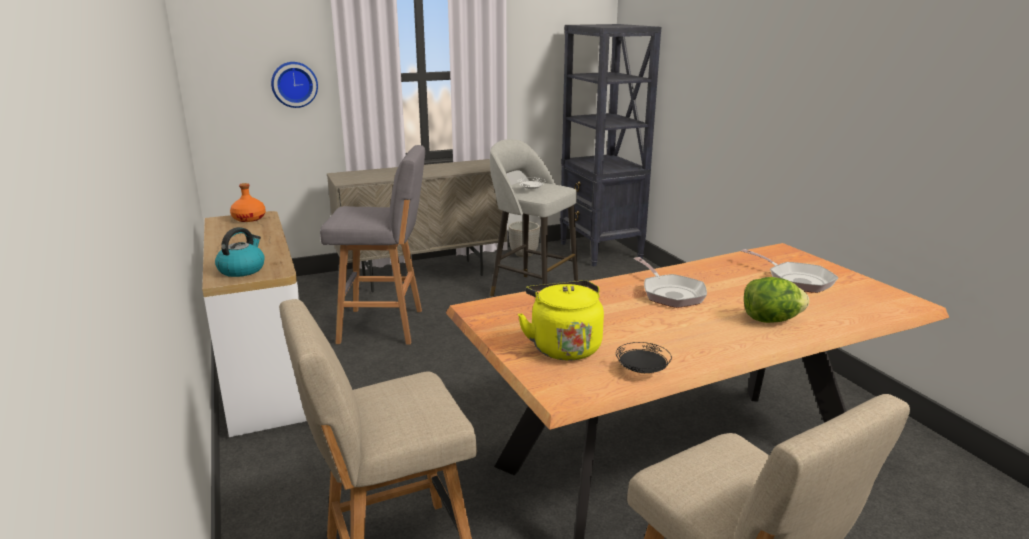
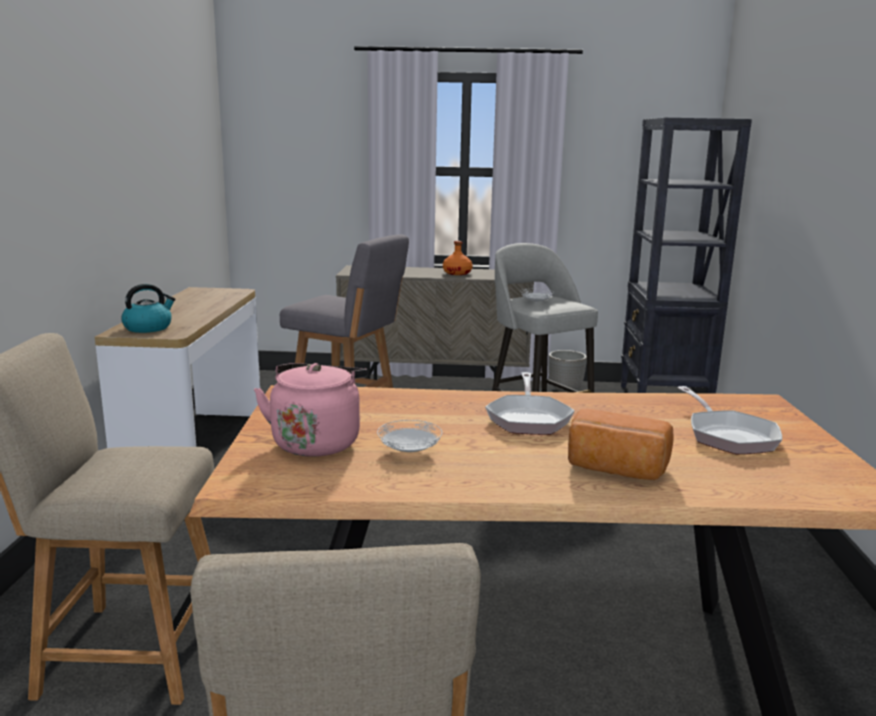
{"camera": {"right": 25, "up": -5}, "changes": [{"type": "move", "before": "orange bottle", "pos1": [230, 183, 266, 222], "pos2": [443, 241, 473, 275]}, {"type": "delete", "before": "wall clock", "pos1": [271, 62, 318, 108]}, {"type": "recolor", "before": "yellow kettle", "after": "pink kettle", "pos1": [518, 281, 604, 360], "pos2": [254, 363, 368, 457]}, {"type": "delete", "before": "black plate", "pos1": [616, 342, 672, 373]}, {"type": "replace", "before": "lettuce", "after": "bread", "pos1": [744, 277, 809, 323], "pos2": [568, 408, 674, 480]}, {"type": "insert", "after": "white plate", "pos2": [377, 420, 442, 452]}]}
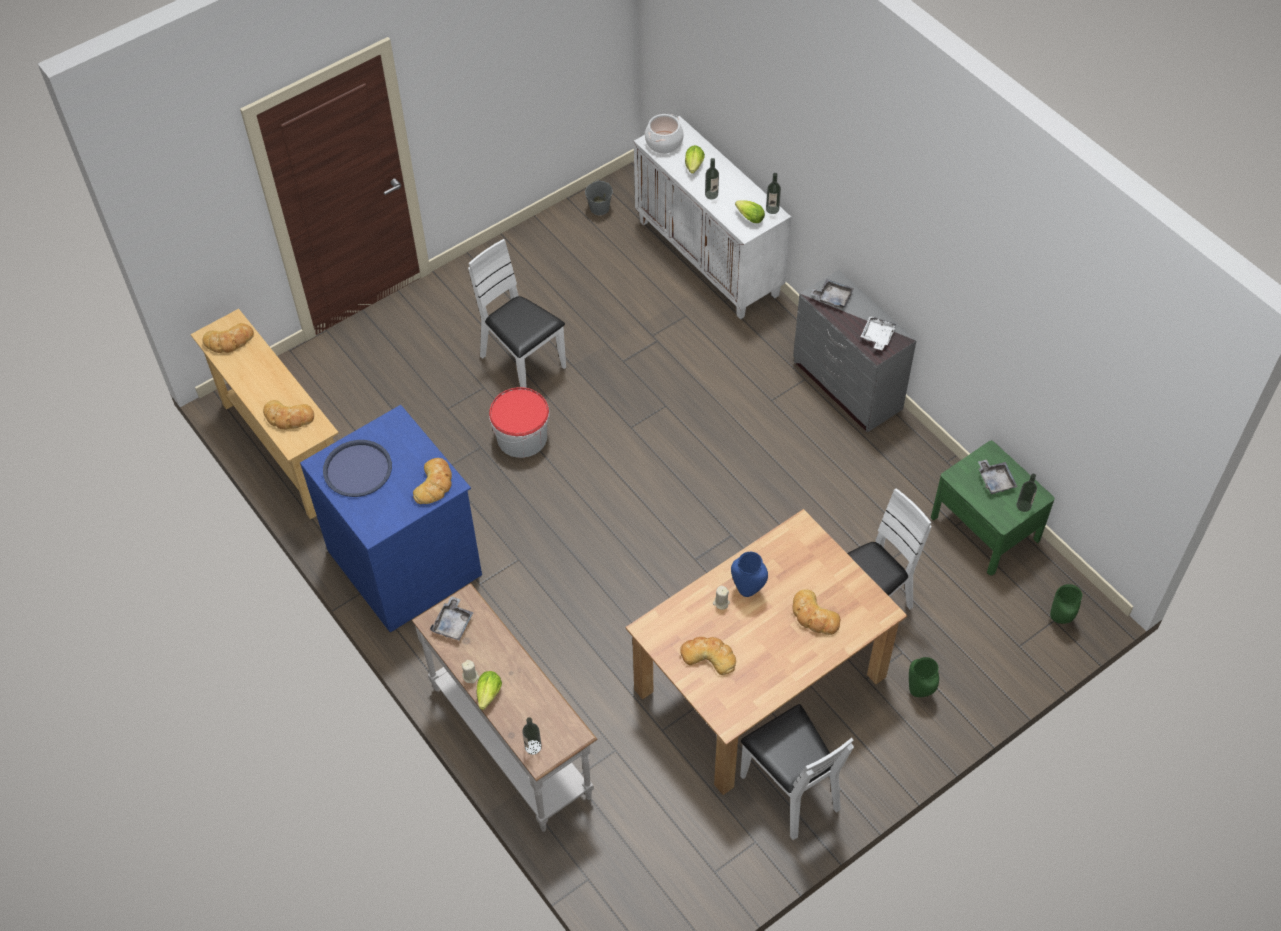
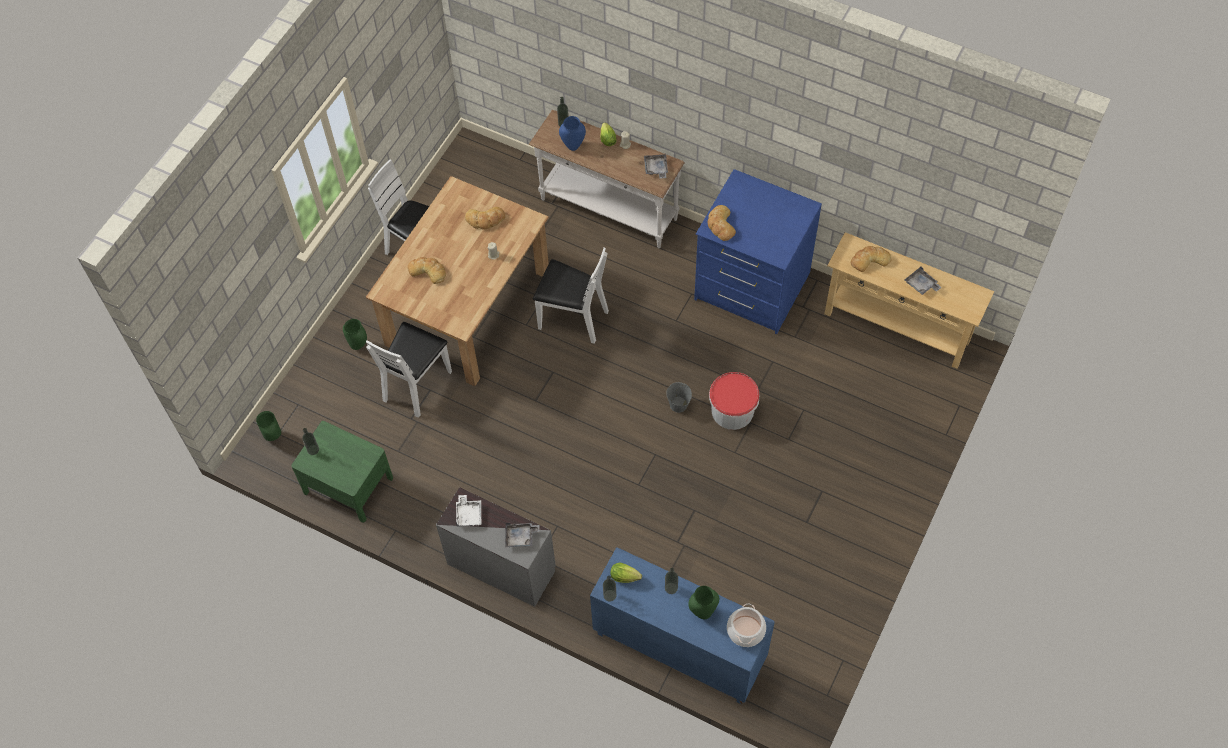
{"camera": {"right": 155, "up": 5}, "changes": [{"type": "delete", "before": "bread", "pos1": [202, 323, 254, 353]}, {"type": "delete", "before": "blue tray", "pos1": [323, 440, 392, 497]}, {"type": "move", "before": "white chair", "pos1": [468, 239, 566, 388], "pos2": [533, 248, 609, 344]}, {"type": "move", "before": "grey bucket", "pos1": [585, 179, 613, 215], "pos2": [666, 382, 692, 413]}, {"type": "recolor", "before": "white cabinet", "after": "blue cabinet", "pos1": [634, 116, 791, 319], "pos2": [590, 547, 775, 704]}, {"type": "replace", "before": "lettuce", "after": "green vase", "pos1": [685, 145, 705, 174], "pos2": [688, 586, 719, 619]}, {"type": "move", "before": "blue vase", "pos1": [731, 552, 768, 597], "pos2": [559, 116, 586, 151]}, {"type": "move", "before": "grey tray", "pos1": [978, 459, 1017, 494], "pos2": [905, 266, 942, 295]}]}
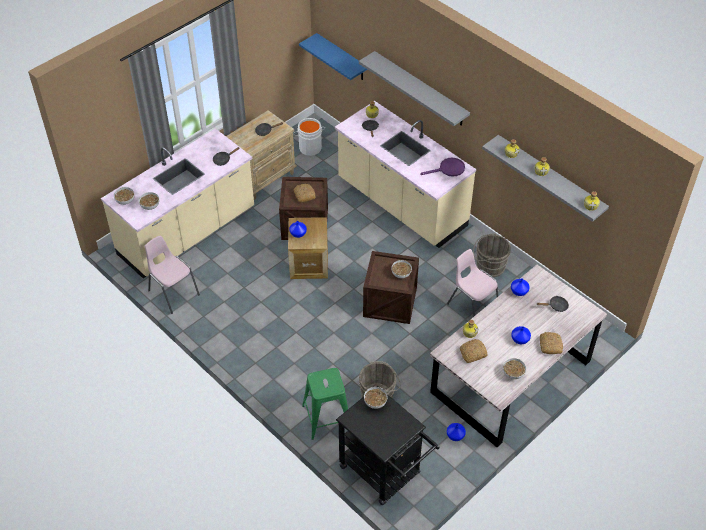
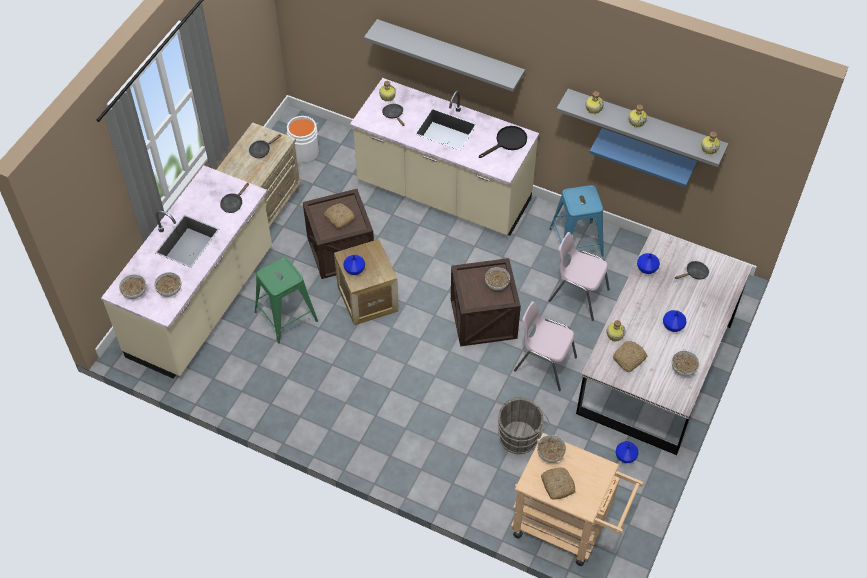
{"camera": {"right": -20, "up": 5}, "changes": [{"type": "move", "before": "pink chair", "pos1": [145, 235, 200, 314], "pos2": [514, 301, 577, 391]}, {"type": "move", "before": "blue shelf", "pos1": [299, 33, 367, 80], "pos2": [589, 128, 697, 187]}, {"type": "move", "before": "green stool", "pos1": [302, 368, 348, 440], "pos2": [255, 257, 318, 343]}, {"type": "recolor", "before": "black cart", "after": "beige cart", "pos1": [336, 386, 440, 505], "pos2": [511, 433, 644, 566]}, {"type": "recolor", "before": "purple frying pan", "after": "black frying pan", "pos1": [420, 158, 465, 177], "pos2": [479, 126, 527, 158]}, {"type": "replace", "before": "grey bucket", "after": "blue stool", "pos1": [473, 233, 511, 277], "pos2": [549, 185, 604, 257]}, {"type": "move", "before": "bread", "pos1": [540, 332, 563, 354], "pos2": [541, 468, 576, 500]}]}
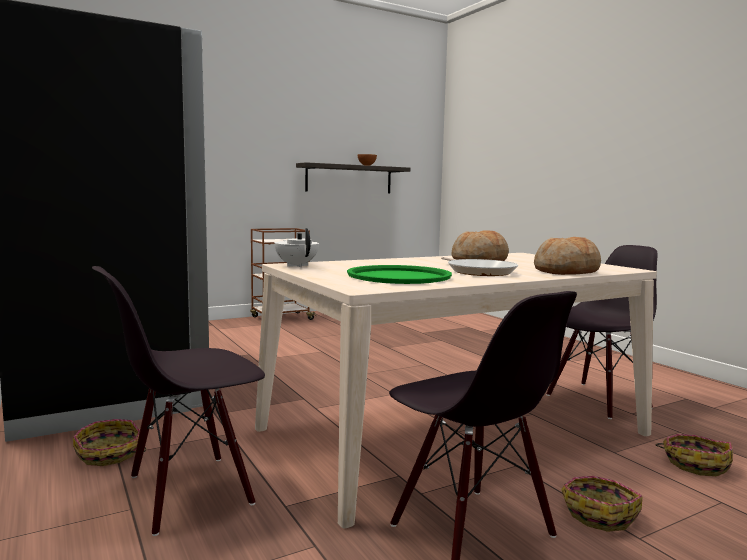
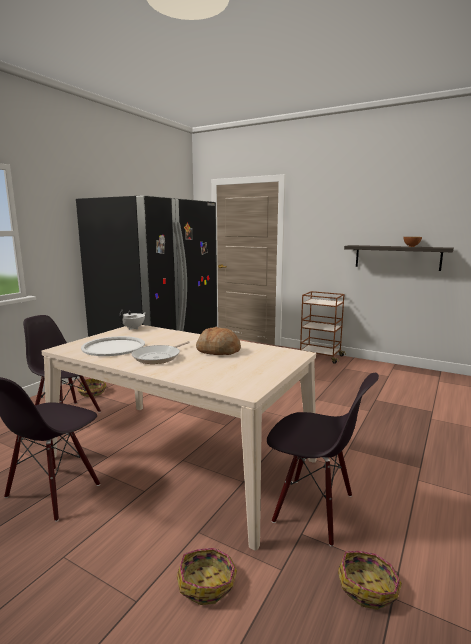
{"camera": {"right": 60, "up": 5}, "changes": [{"type": "recolor", "before": "green tray", "after": "white tray", "pos1": [347, 265, 452, 284], "pos2": [81, 336, 145, 356]}, {"type": "delete", "before": "bread", "pos1": [534, 237, 601, 275]}, {"type": "move", "before": "basket", "pos1": [561, 476, 643, 532], "pos2": [338, 551, 402, 610]}]}
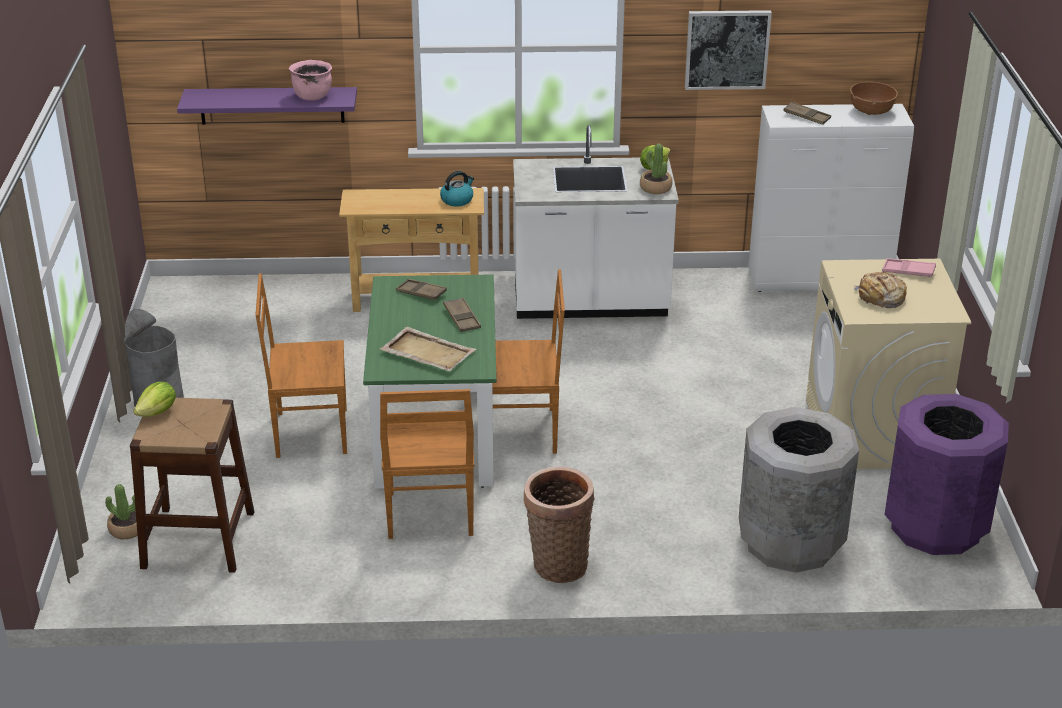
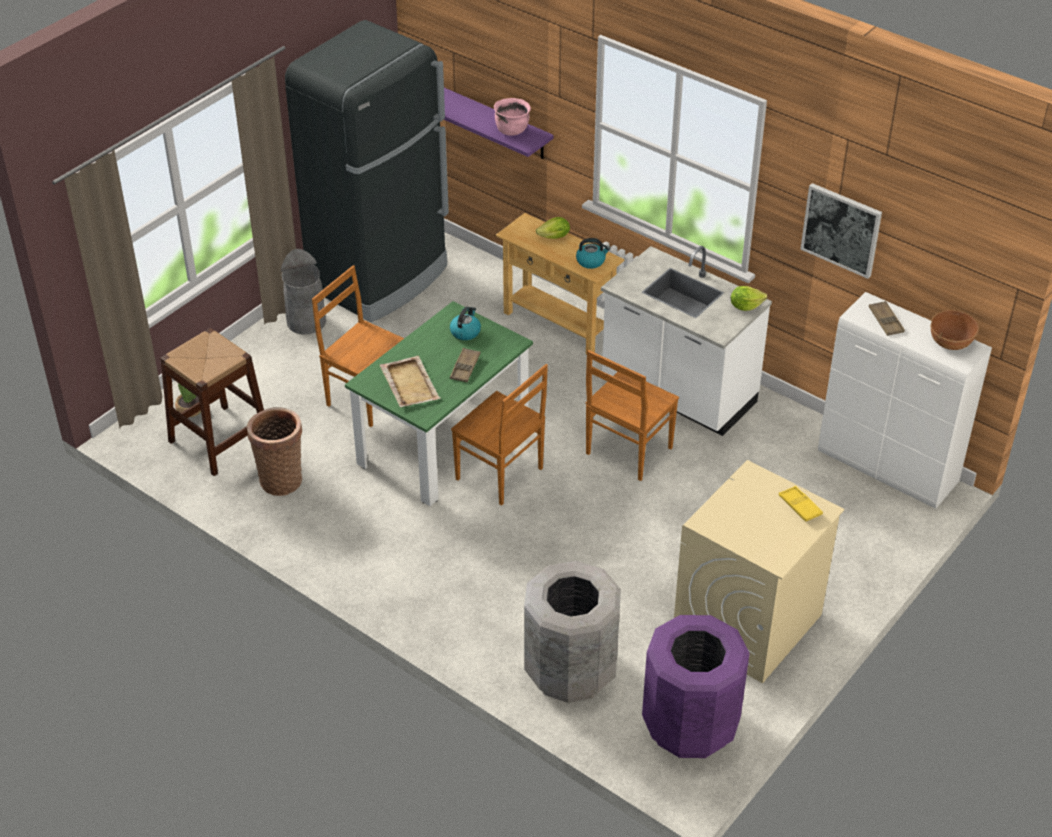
{"camera": {"right": 40, "up": 10}, "changes": [{"type": "move", "before": "lettuce", "pos1": [133, 382, 176, 417], "pos2": [536, 217, 570, 239]}, {"type": "move", "before": "brown chair", "pos1": [380, 389, 474, 539], "pos2": [586, 350, 679, 481]}, {"type": "replace", "before": "brown tray", "after": "kettle", "pos1": [396, 279, 447, 300], "pos2": [450, 307, 481, 340]}, {"type": "move", "before": "basket", "pos1": [524, 466, 595, 583], "pos2": [247, 407, 302, 496]}, {"type": "delete", "before": "potted plant", "pos1": [640, 144, 672, 194]}, {"type": "delete", "before": "bread", "pos1": [854, 271, 907, 308]}, {"type": "recolor", "before": "pink tray", "after": "yellow tray", "pos1": [882, 258, 936, 277], "pos2": [779, 486, 823, 522]}, {"type": "insert", "after": "black fridge", "pos2": [285, 20, 449, 322]}]}
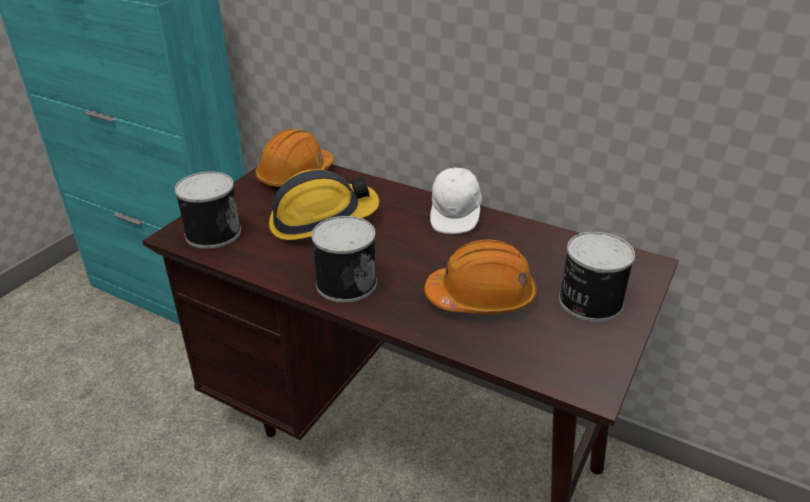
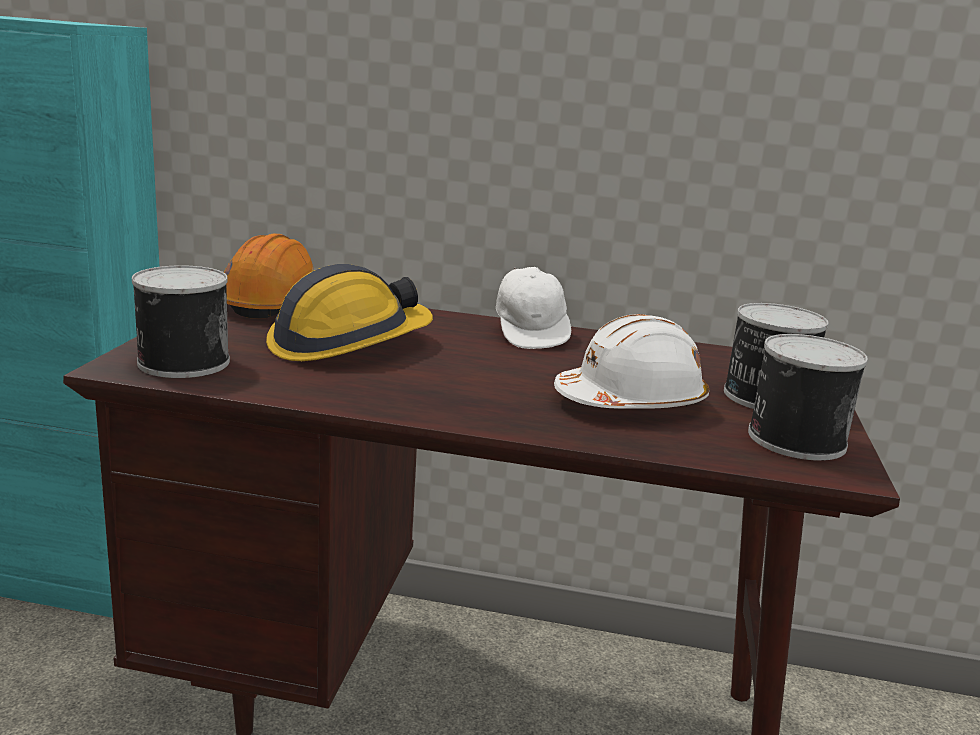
{"camera": {"right": -20, "up": -15}, "changes": [{"type": "move", "before": "can", "pos1": [311, 216, 377, 303], "pos2": [748, 334, 868, 461]}, {"type": "recolor", "before": "orange hard hat", "after": "white hard hat", "pos1": [424, 239, 537, 314], "pos2": [554, 314, 709, 409]}]}
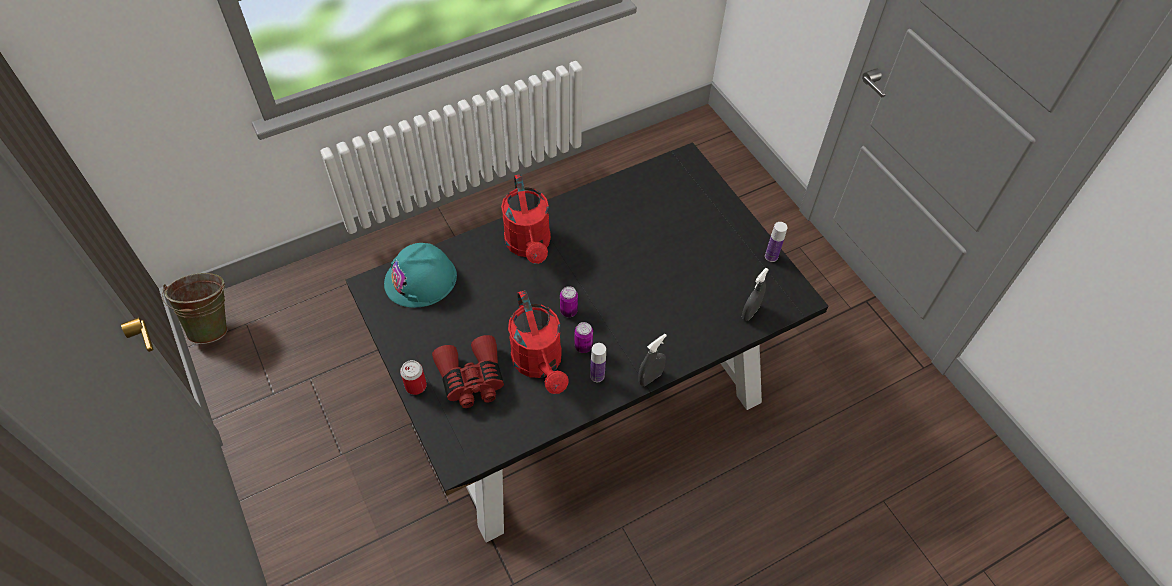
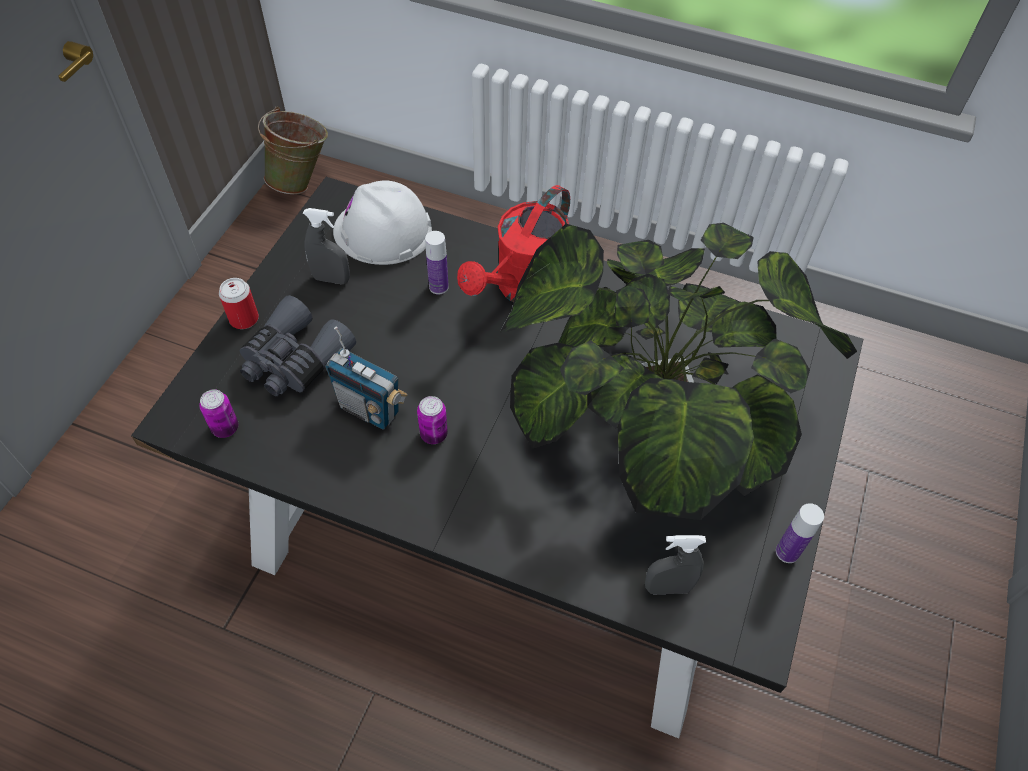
{"camera": {"right": 50, "up": 0}, "changes": [{"type": "recolor", "before": "turquoise hard hat", "after": "white hard hat", "pos1": [384, 243, 457, 308], "pos2": [333, 180, 432, 265]}, {"type": "recolor", "before": "red binoculars", "after": "grey binoculars", "pos1": [432, 335, 504, 408], "pos2": [240, 295, 356, 396]}, {"type": "replace", "before": "red watering can", "after": "radio", "pos1": [508, 290, 569, 394], "pos2": [325, 327, 408, 430]}, {"type": "move", "before": "can", "pos1": [560, 286, 578, 317], "pos2": [199, 389, 238, 438]}, {"type": "move", "before": "bottle", "pos1": [590, 343, 606, 382], "pos2": [425, 231, 449, 294]}, {"type": "move", "before": "grey spray bottle", "pos1": [638, 334, 667, 386], "pos2": [303, 208, 350, 284]}, {"type": "insert", "after": "potted plant", "pos2": [500, 223, 857, 520]}]}
